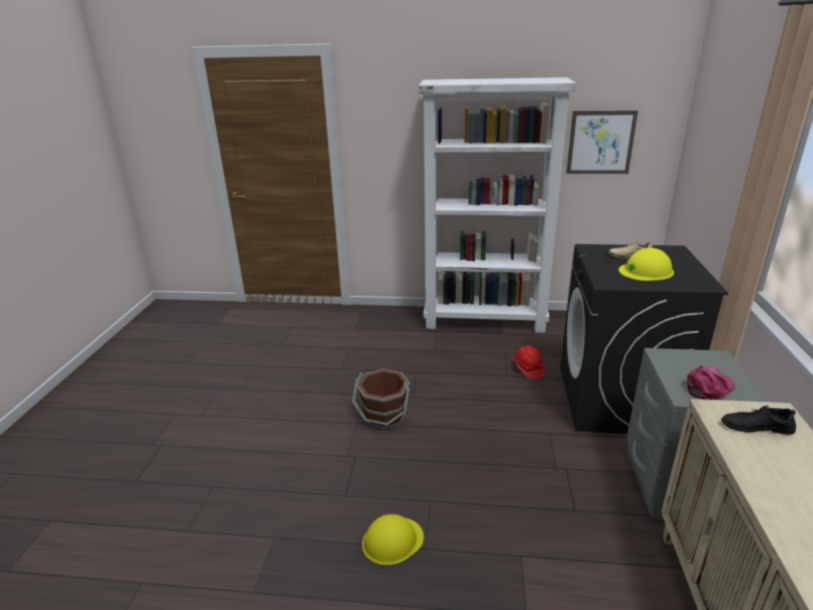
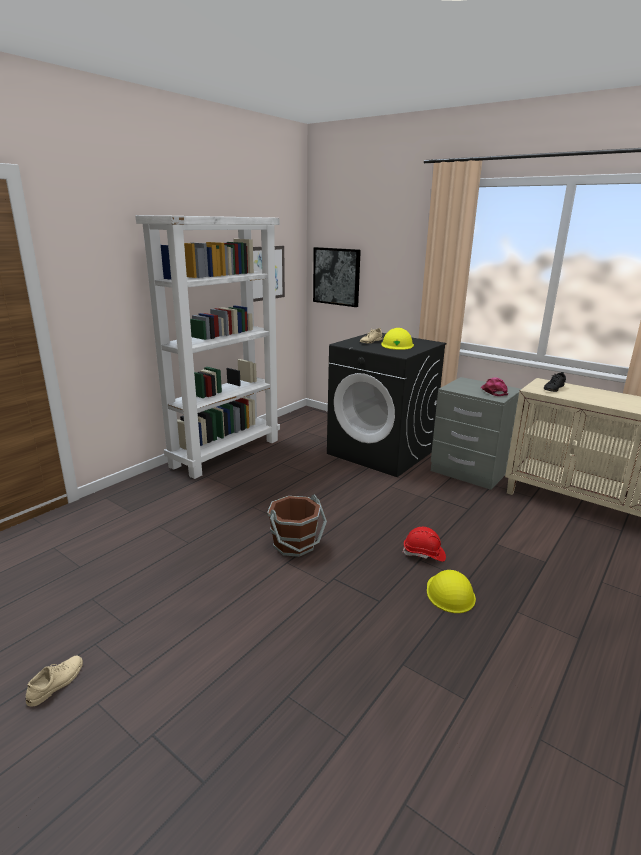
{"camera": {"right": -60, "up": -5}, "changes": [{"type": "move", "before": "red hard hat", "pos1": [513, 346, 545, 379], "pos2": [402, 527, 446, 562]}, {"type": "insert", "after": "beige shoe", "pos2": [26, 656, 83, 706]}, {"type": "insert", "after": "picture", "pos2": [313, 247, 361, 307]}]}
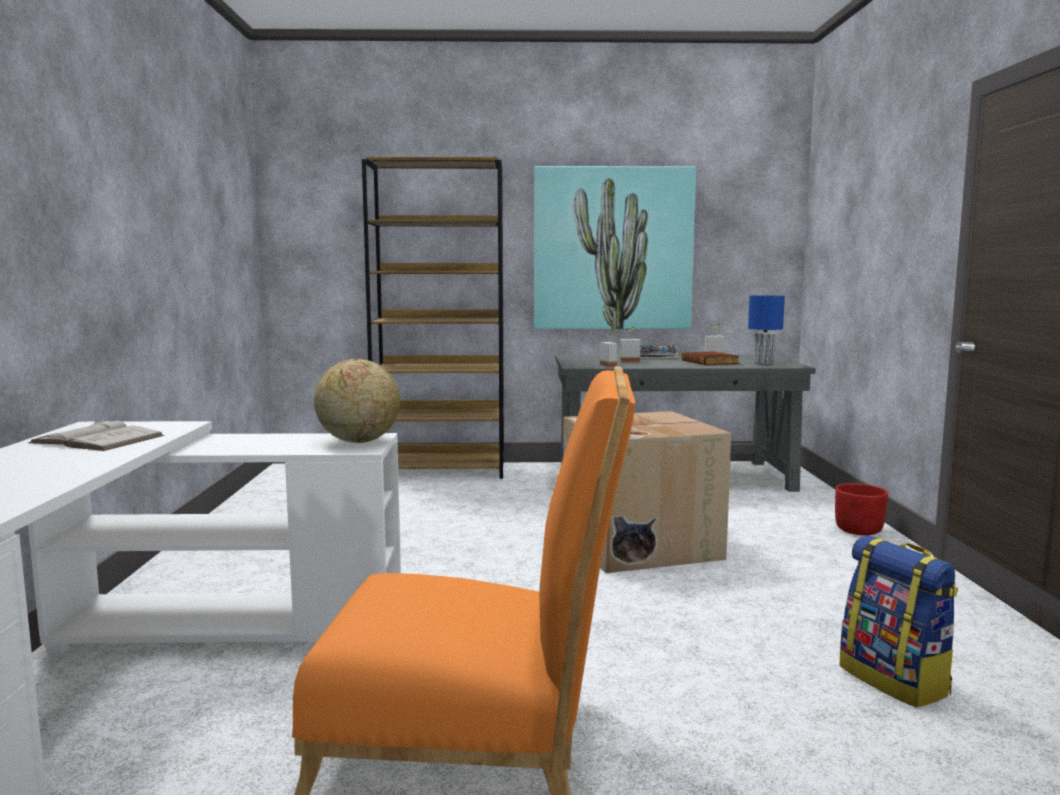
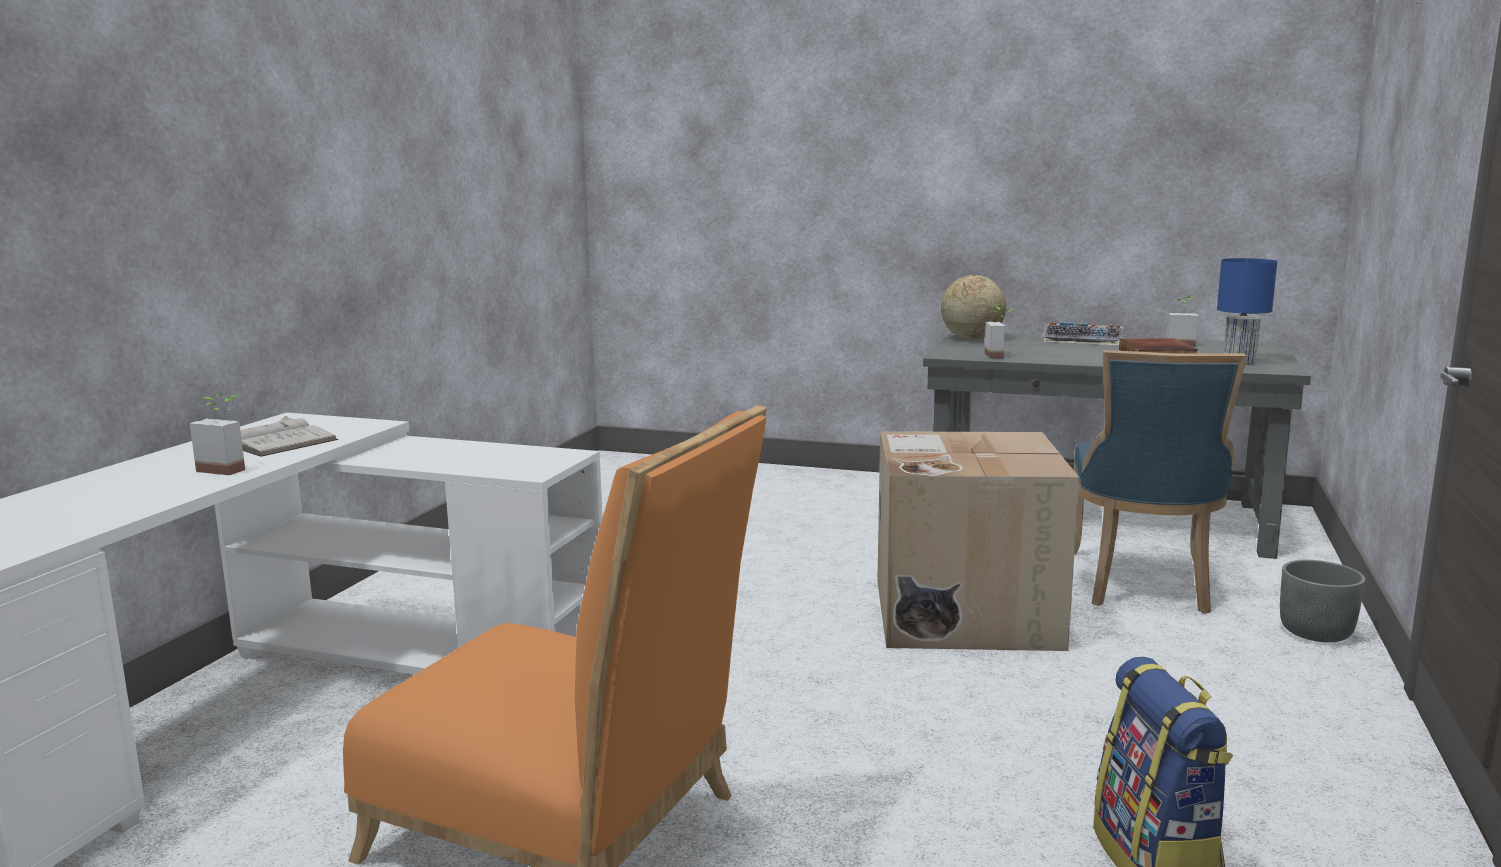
{"camera": {"right": 20, "up": 5}, "changes": [{"type": "move", "before": "globe", "pos1": [314, 359, 400, 443], "pos2": [941, 275, 1006, 339]}, {"type": "delete", "before": "brown bookcase", "pos1": [362, 157, 504, 479]}, {"type": "delete", "before": "picture", "pos1": [534, 166, 696, 329]}, {"type": "move", "before": "potted plant", "pos1": [620, 327, 640, 362], "pos2": [190, 394, 245, 475]}, {"type": "recolor", "before": "red planter", "after": "grey planter", "pos1": [835, 483, 888, 536], "pos2": [1280, 560, 1365, 642]}, {"type": "insert", "after": "blue chair", "pos2": [1074, 350, 1247, 614]}]}
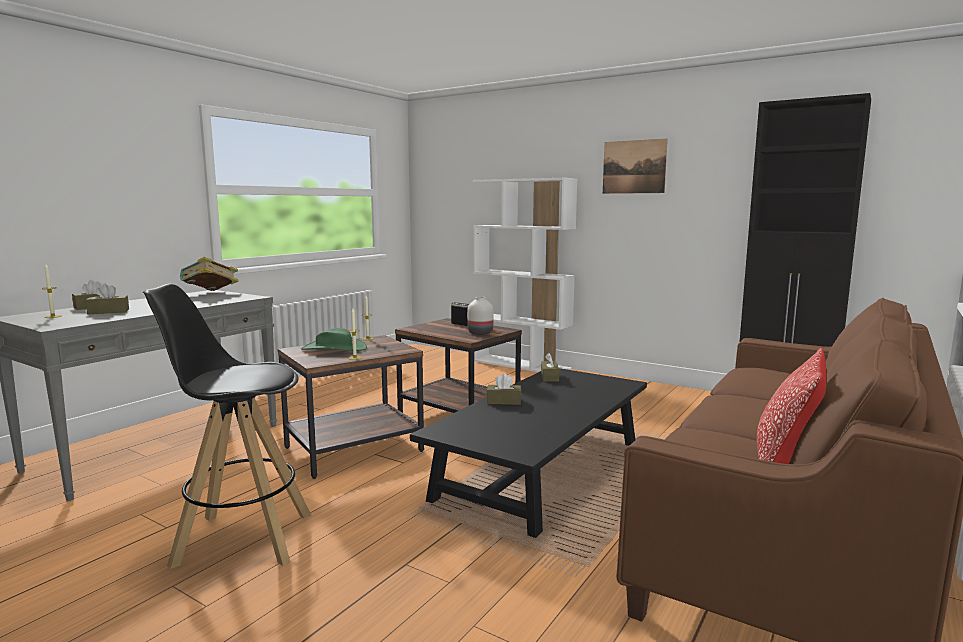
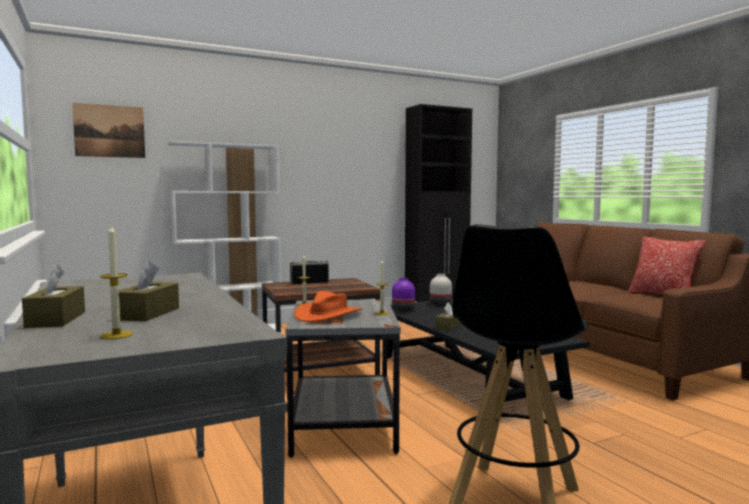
{"camera": {"right": -60, "up": -5}, "changes": [{"type": "delete", "before": "book", "pos1": [180, 257, 239, 291]}, {"type": "recolor", "before": "brown side table", "after": "grey side table", "pos1": [278, 335, 424, 479], "pos2": [285, 299, 401, 458]}, {"type": "recolor", "before": "green hat", "after": "orange hat", "pos1": [301, 328, 367, 351], "pos2": [294, 291, 362, 322]}, {"type": "move", "before": "white vase", "pos1": [467, 297, 494, 335], "pos2": [430, 274, 452, 306]}, {"type": "replace", "before": "brown tissue box", "after": "purple vase", "pos1": [541, 353, 559, 382], "pos2": [392, 278, 415, 312]}, {"type": "move", "before": "picture", "pos1": [603, 139, 668, 194], "pos2": [72, 103, 145, 158]}]}
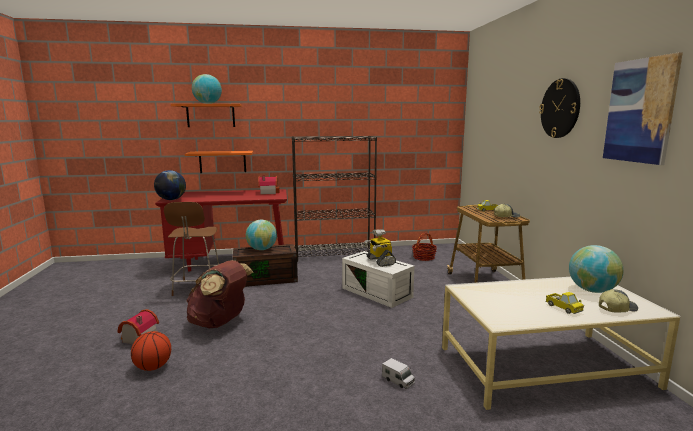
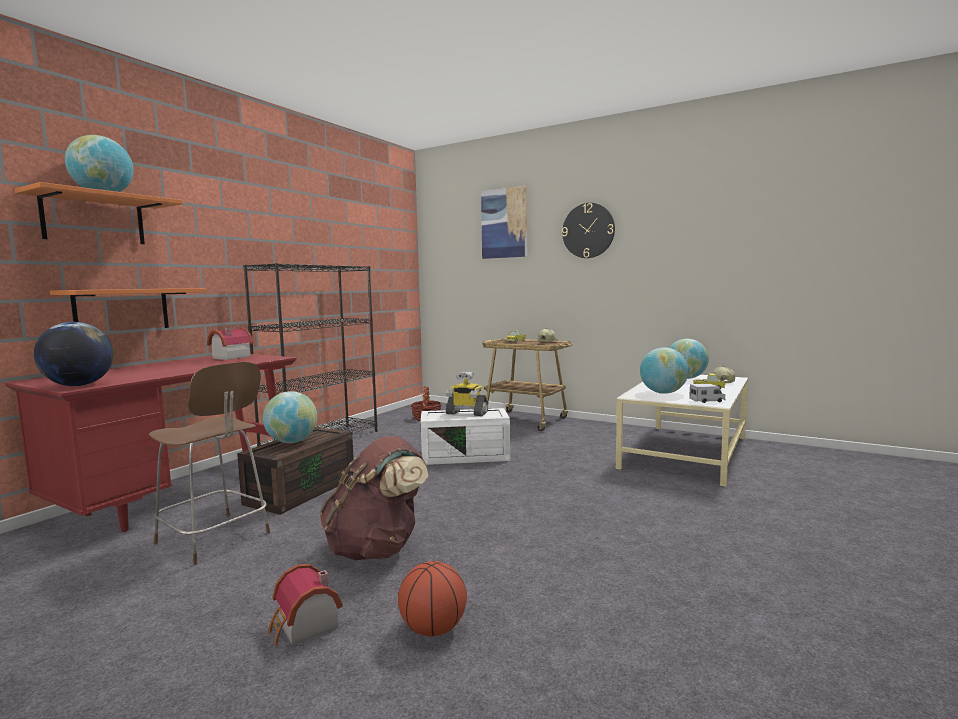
{"camera": {"right": -50, "up": -5}, "changes": [{"type": "move", "before": "toy truck", "pos1": [382, 358, 415, 389], "pos2": [689, 384, 726, 403]}, {"type": "move", "before": "picture", "pos1": [603, 52, 683, 165], "pos2": [481, 186, 527, 259]}, {"type": "insert", "after": "globe", "pos2": [640, 348, 689, 394]}]}
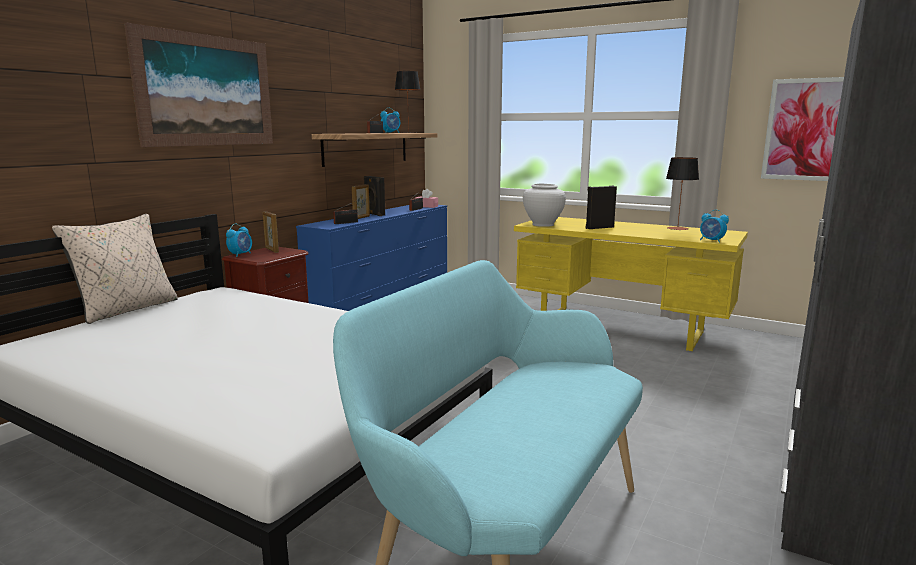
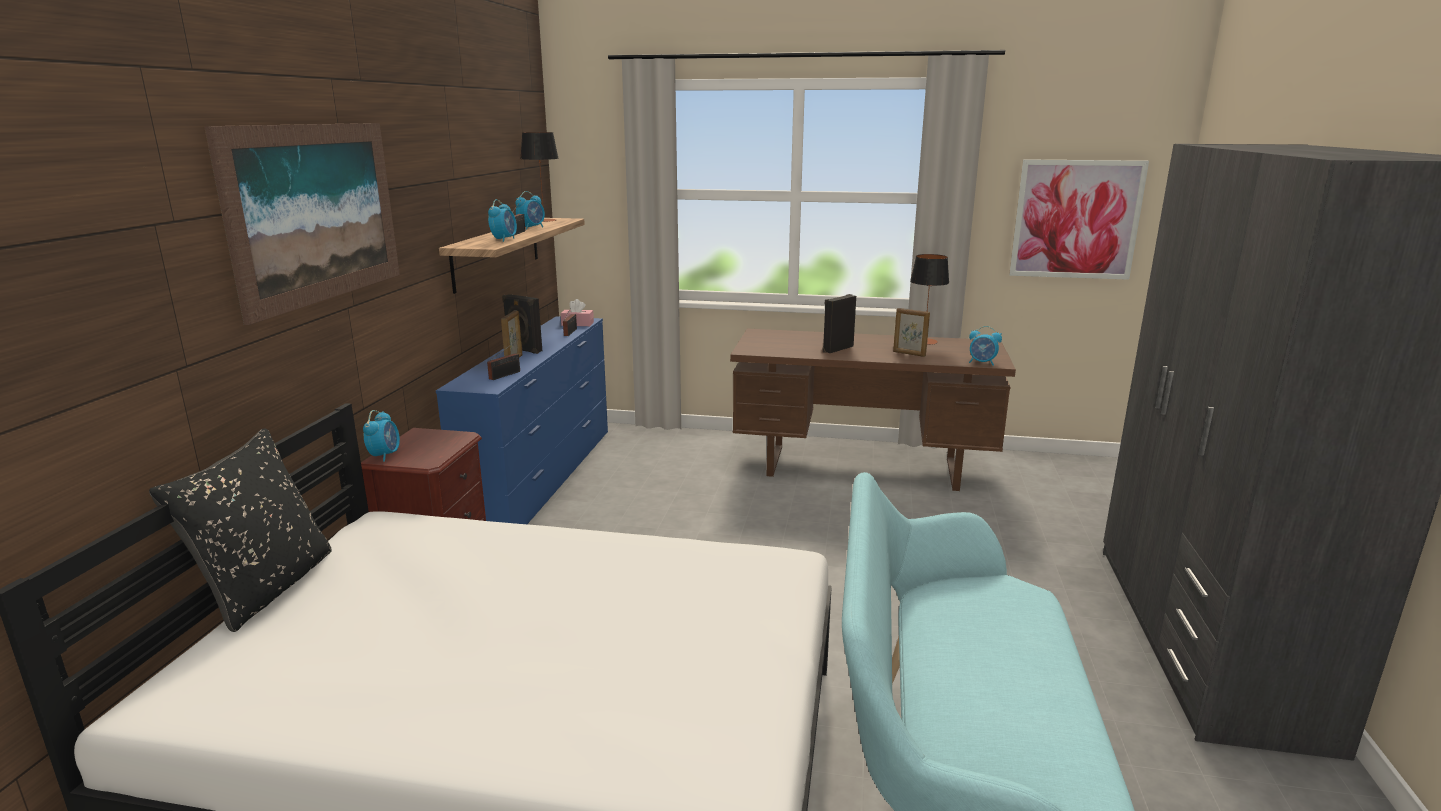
{"camera": {"right": -20, "up": 5}, "changes": [{"type": "recolor", "before": "beige pillow", "after": "black pillow", "pos1": [52, 214, 178, 324], "pos2": [149, 428, 331, 632]}, {"type": "move", "before": "picture frame", "pos1": [263, 211, 279, 253], "pos2": [893, 308, 930, 357]}, {"type": "recolor", "before": "yellow desk", "after": "brown desk", "pos1": [514, 217, 748, 351], "pos2": [730, 329, 1016, 491]}, {"type": "delete", "before": "white vase", "pos1": [523, 184, 566, 227]}, {"type": "insert", "after": "alarm clock", "pos2": [488, 199, 517, 242]}]}
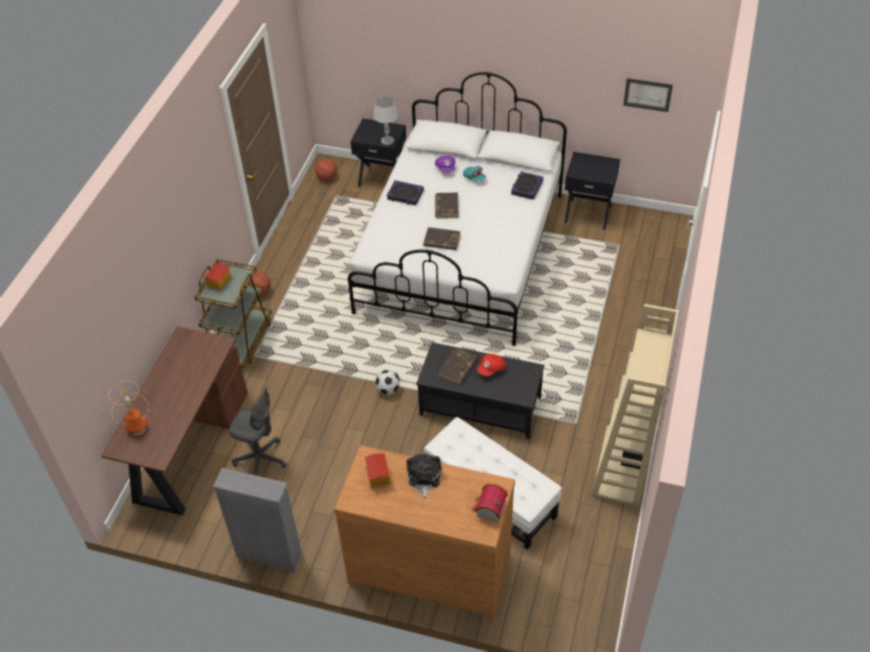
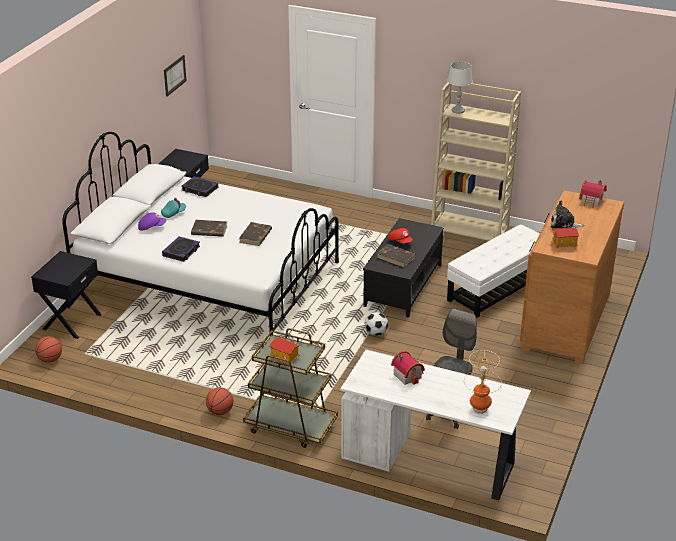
{"camera": {"right": -85, "up": -15}, "changes": [{"type": "recolor", "before": "brown desk", "after": "white desk", "pos1": [101, 326, 248, 516], "pos2": [341, 350, 531, 500]}, {"type": "delete", "before": "grey bookcase", "pos1": [213, 468, 304, 572]}, {"type": "move", "before": "grey table lamp", "pos1": [373, 96, 398, 145], "pos2": [447, 61, 473, 113]}, {"type": "insert", "after": "toy house", "pos2": [391, 351, 425, 385]}]}
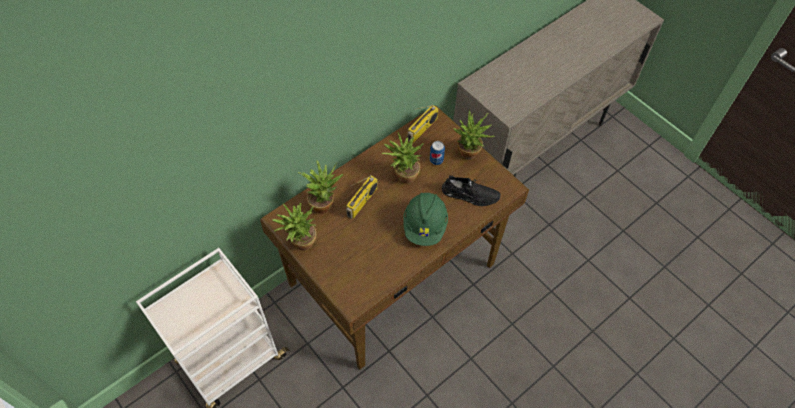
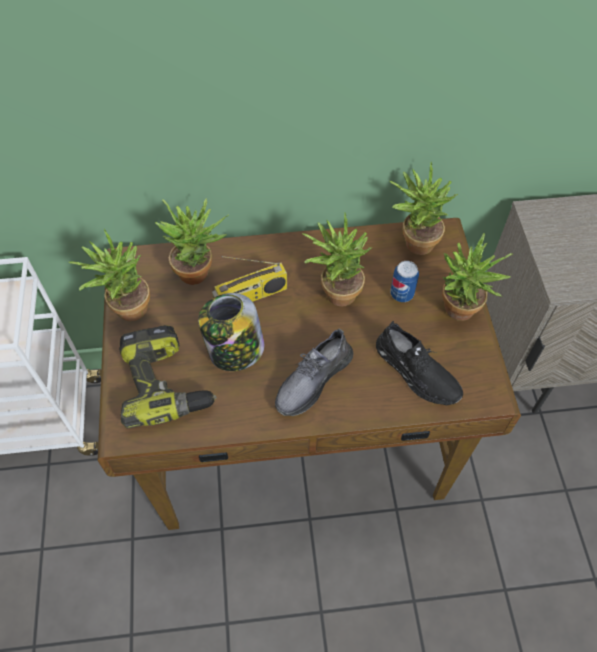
{"camera": {"right": 35, "up": 0}, "changes": [{"type": "replace", "before": "green hard hat", "after": "grey shoe", "pos1": [403, 193, 448, 246], "pos2": [275, 328, 353, 416]}, {"type": "replace", "before": "radio", "after": "potted plant", "pos1": [407, 105, 439, 143], "pos2": [390, 162, 458, 255]}, {"type": "insert", "after": "power drill", "pos2": [119, 325, 217, 429]}, {"type": "insert", "after": "jar", "pos2": [198, 293, 264, 371]}]}
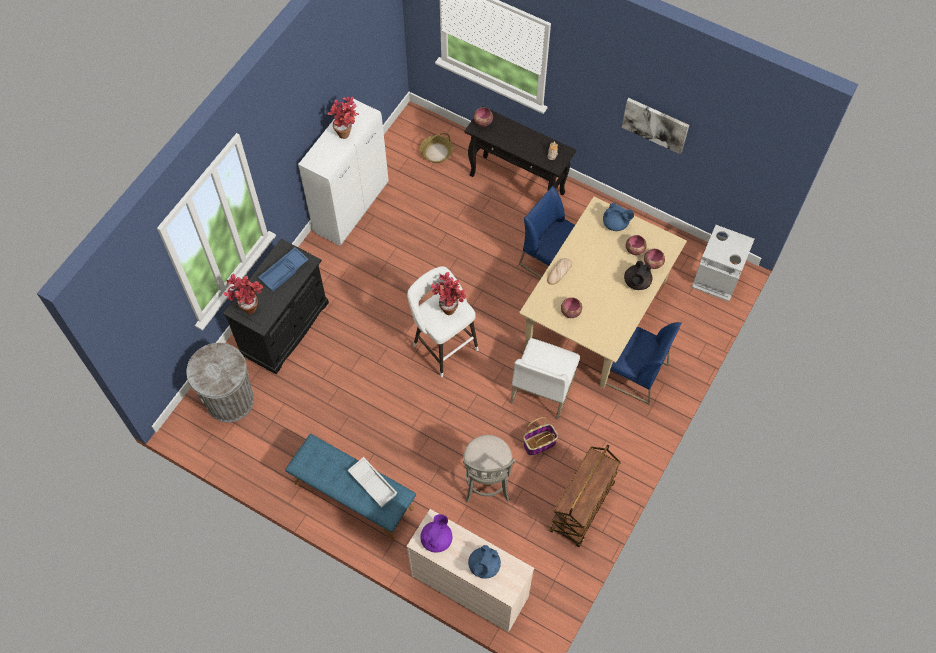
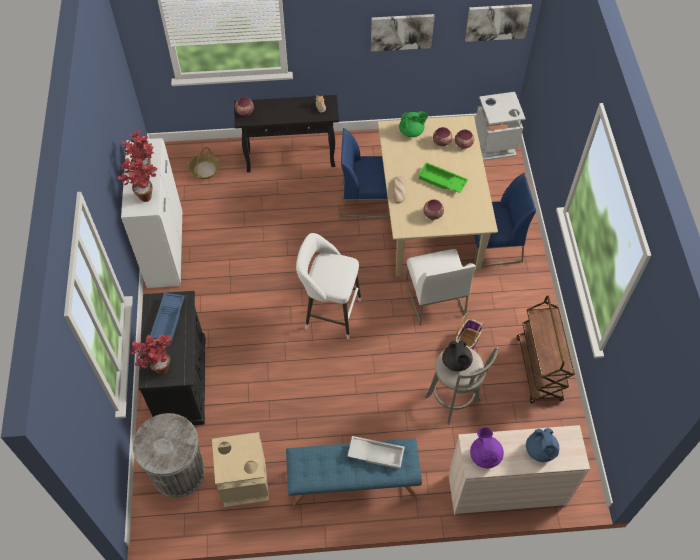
{"camera": {"right": -35, "up": -5}, "changes": [{"type": "move", "before": "potted plant", "pos1": [431, 272, 466, 315], "pos2": [117, 158, 157, 202]}, {"type": "recolor", "before": "blue teapot", "after": "green teapot", "pos1": [603, 203, 634, 231], "pos2": [399, 111, 428, 137]}, {"type": "move", "before": "black teapot", "pos1": [624, 261, 652, 290], "pos2": [442, 340, 473, 372]}, {"type": "insert", "after": "beige trash can", "pos2": [212, 432, 269, 508]}, {"type": "insert", "after": "green tray", "pos2": [418, 162, 468, 193]}, {"type": "insert", "after": "picture", "pos2": [465, 4, 532, 42]}]}
